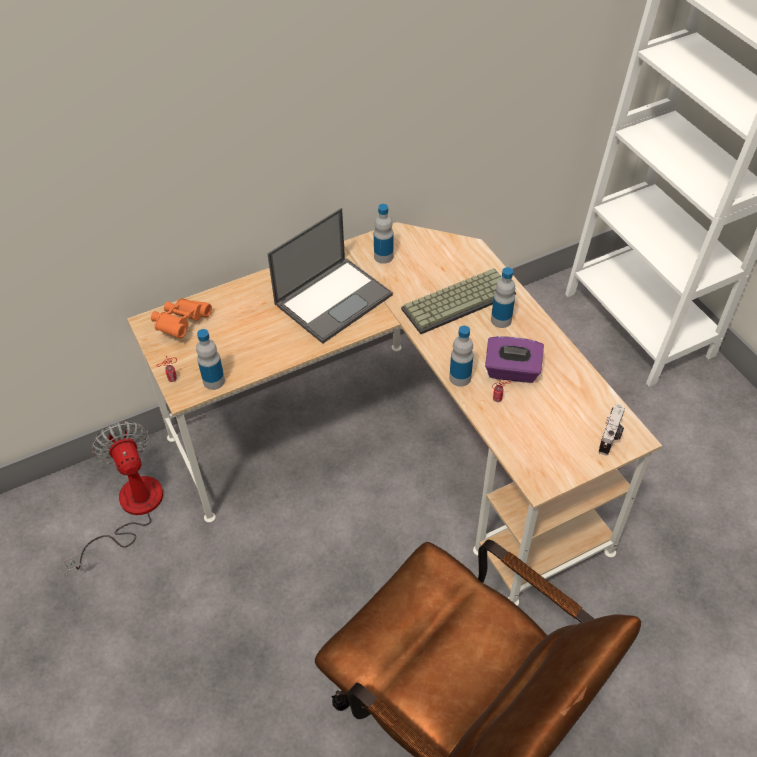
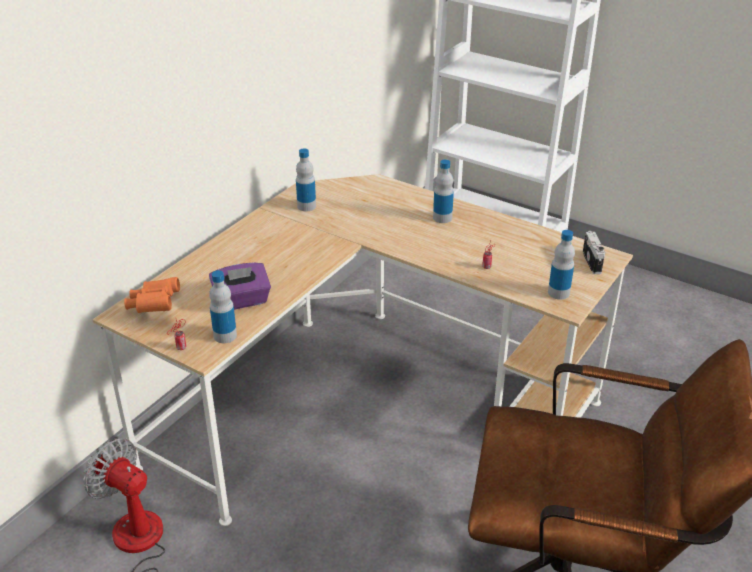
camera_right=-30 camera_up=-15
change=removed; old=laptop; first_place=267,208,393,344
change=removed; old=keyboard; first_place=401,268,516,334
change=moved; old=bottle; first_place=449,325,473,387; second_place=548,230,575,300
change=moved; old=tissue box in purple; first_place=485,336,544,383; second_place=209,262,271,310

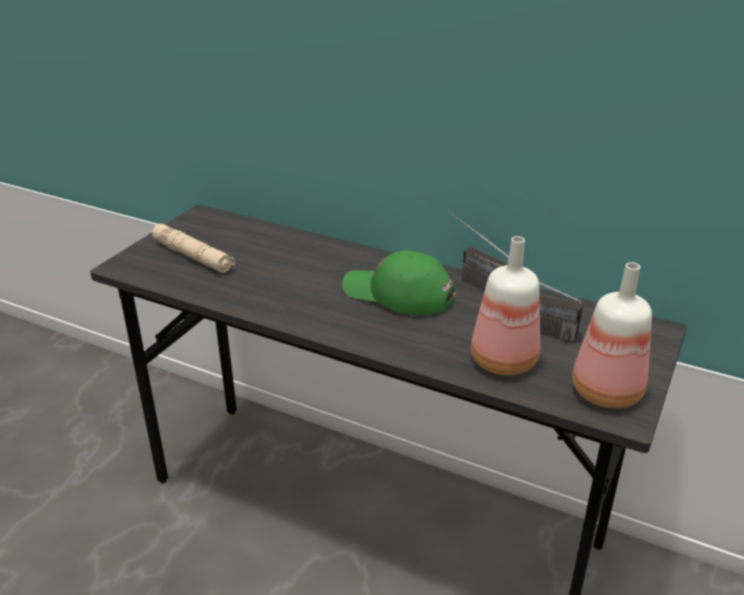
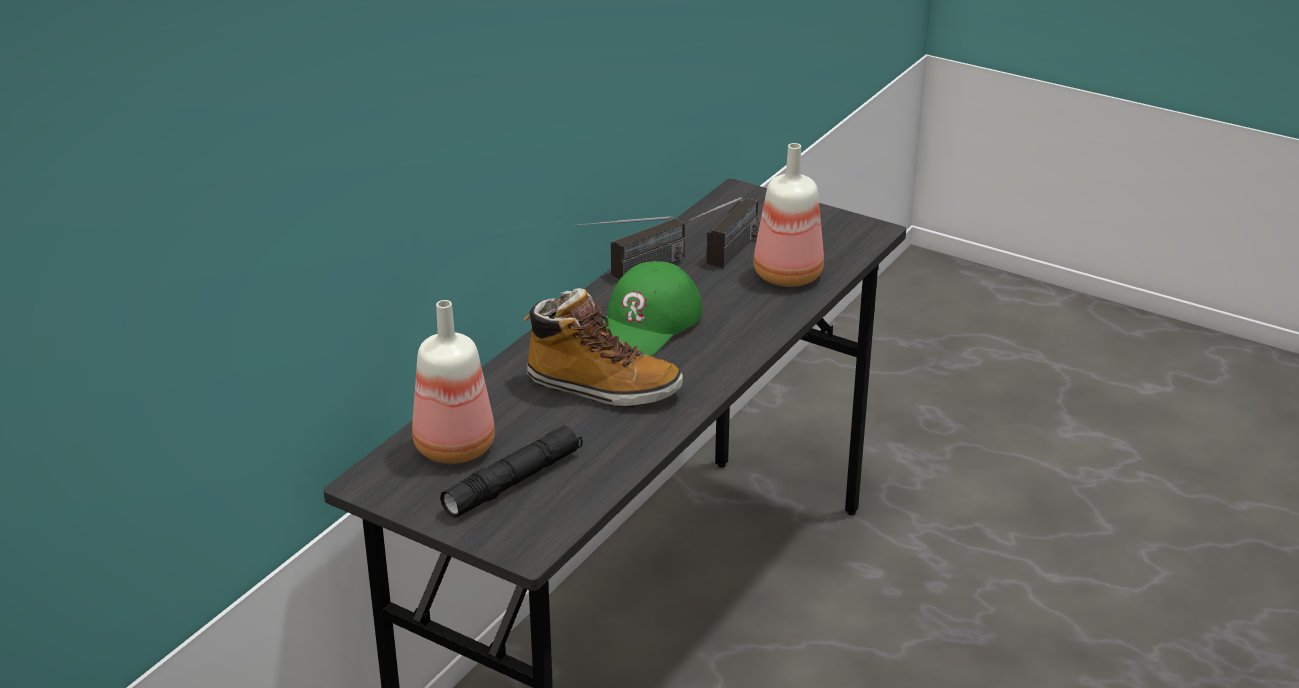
camera_right=-85 camera_up=0
change=recoloured; old=flashlight in beige; new=flashlight in black; first_place=152,223,235,273; second_place=440,425,583,518
change=moved; old=bottle; first_place=572,262,652,408; second_place=412,300,495,464
change=added; new=boot; second_place=524,288,683,408

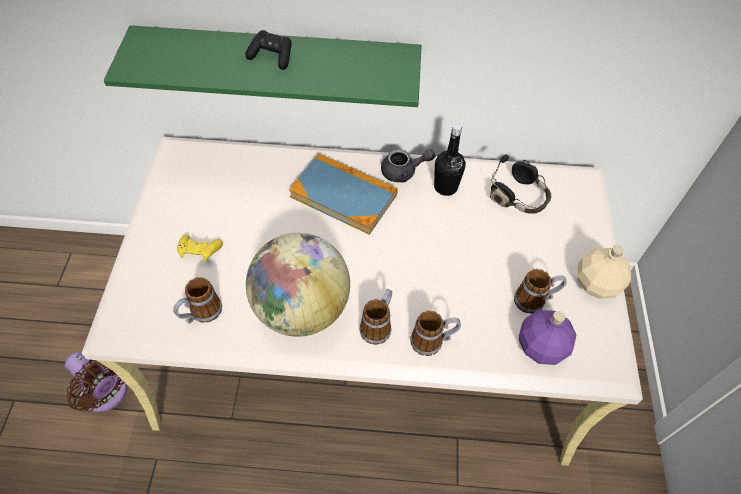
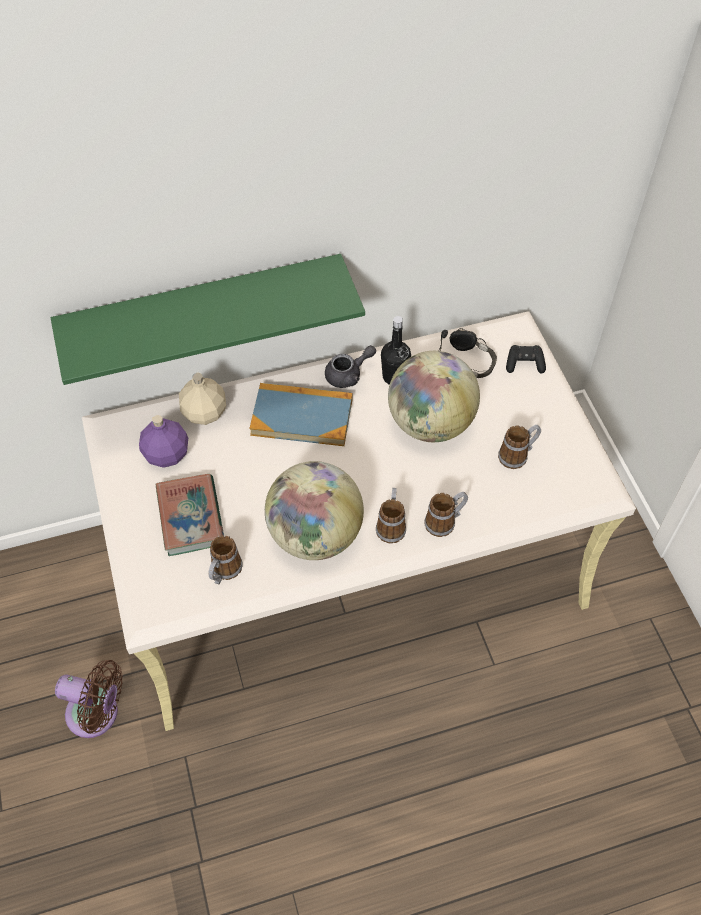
camera_right=-20 camera_up=0
change=moved; old=game controller in black; first_place=245,30,292,70; second_place=506,345,546,374
change=replaced; old=game controller in yellow; new=book; first_place=177,235,223,261; second_place=155,474,224,556
change=moved; old=bottle in beige; first_place=577,245,631,299; second_place=179,373,226,425
change=moved; old=bottle in purple; first_place=519,310,576,365; second_place=139,415,188,468
change=added; new=globe; second_place=388,351,480,442

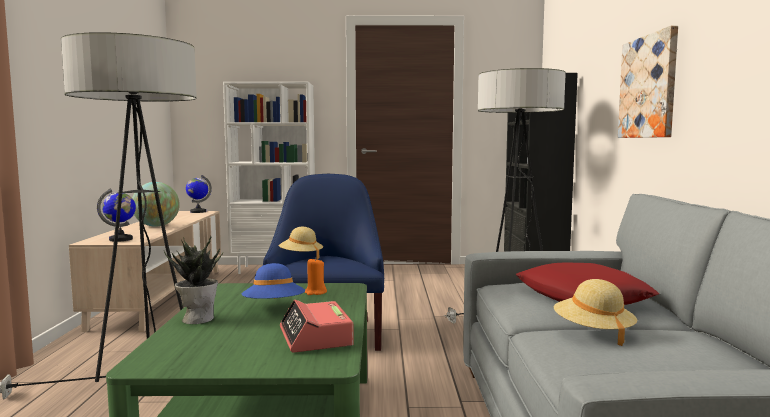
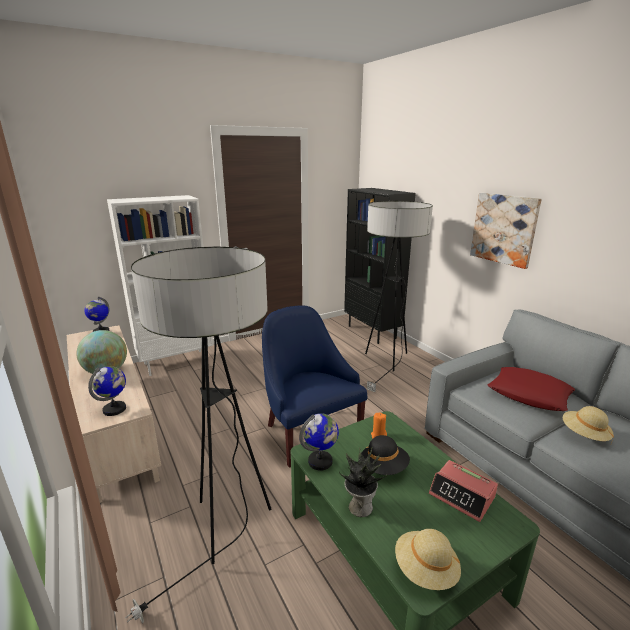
camera_right=-30 camera_up=15
change=moved; old=hat in beige; first_place=279,227,323,260; second_place=395,529,461,590
change=recoloured; old=hat in blue; new=hat in black; first_place=242,263,305,299; second_place=362,435,410,475
change=added; new=globe; second_place=299,413,339,471

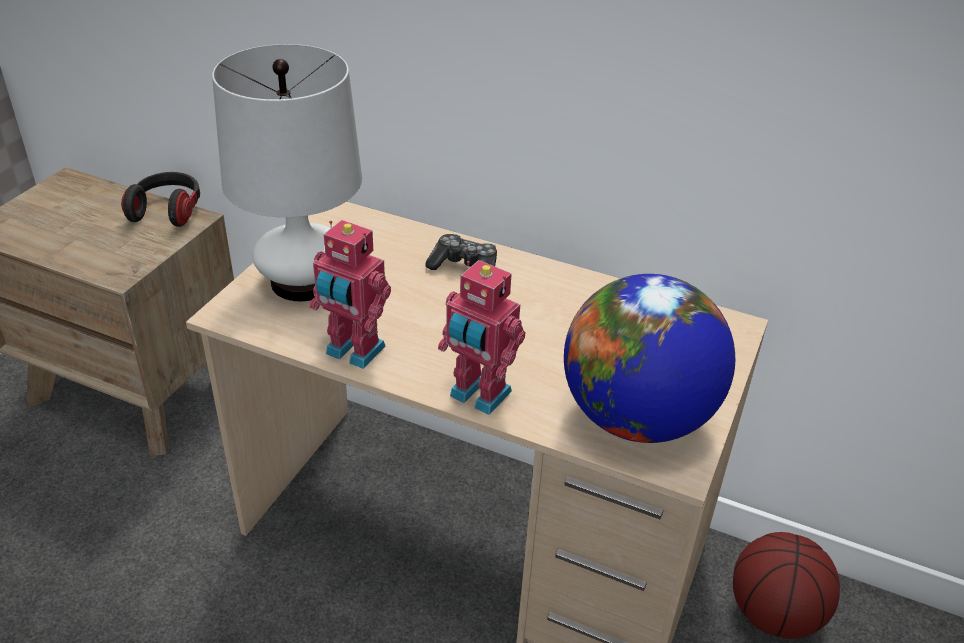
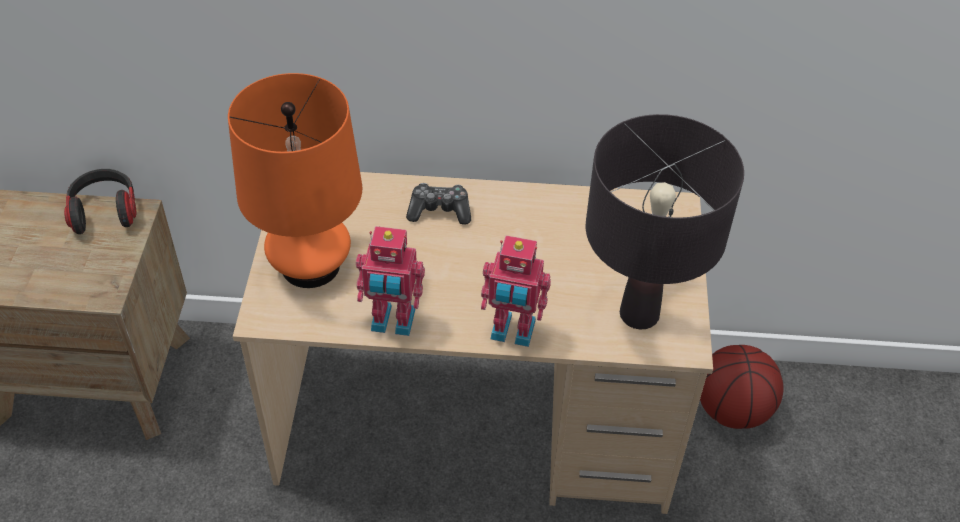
camera_right=-20 camera_up=10
change=recoloured; old=table lamp in white; new=table lamp in orange; first_place=212,44,362,301; second_place=228,73,362,288
change=replaced; old=globe; new=table lamp in black; first_place=564,274,735,443; second_place=586,114,744,329

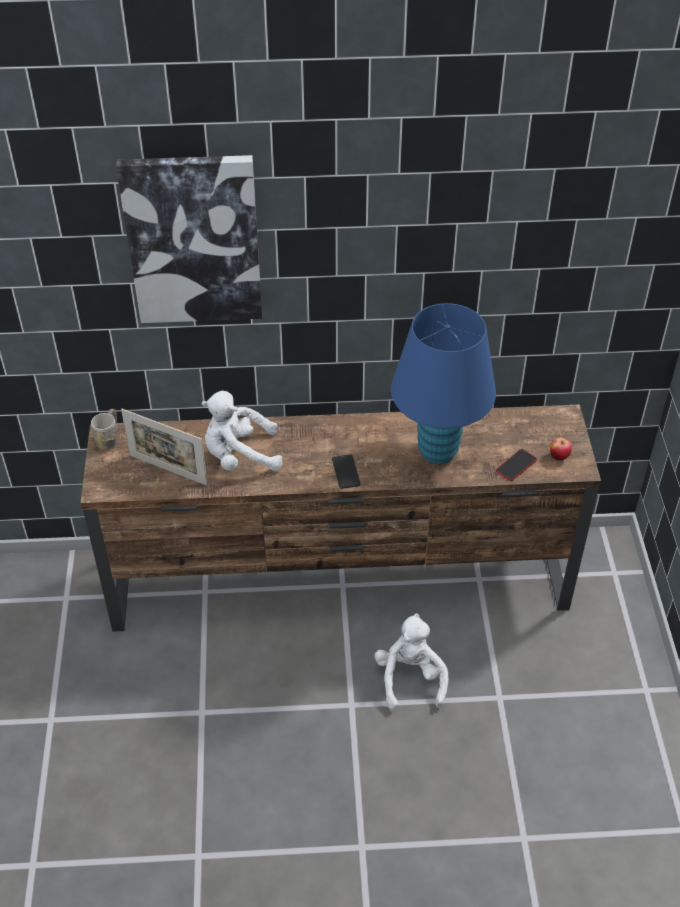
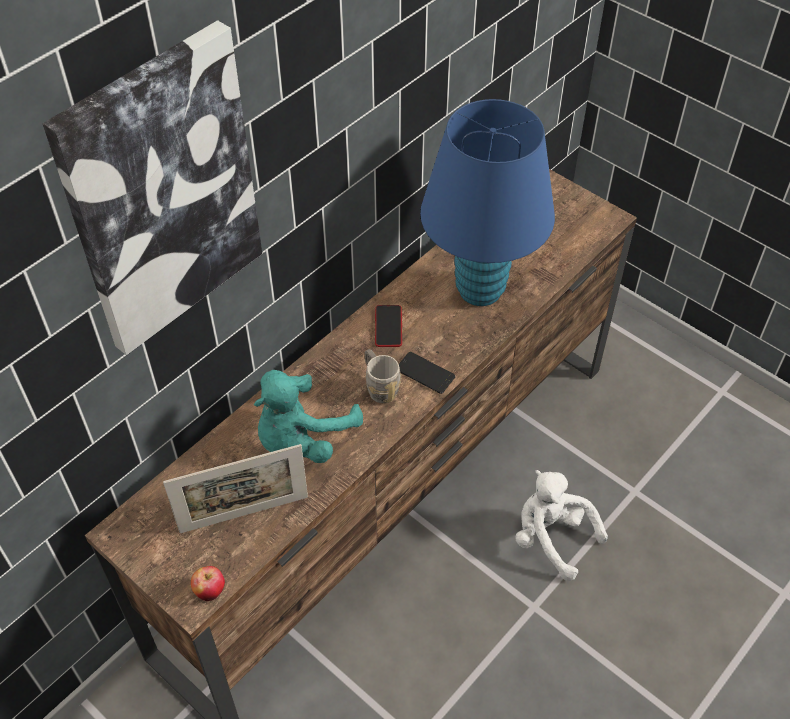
camera_right=-45 camera_up=5
change=recoloured; old=plush toy in white; new=plush toy in turquoise; first_place=201,391,283,471; second_place=253,370,363,463
change=moved; old=mug in grey; first_place=91,409,118,450; second_place=365,349,402,403
change=moved; old=apple; first_place=550,437,572,461; second_place=191,566,225,601
change=moved; old=phone; first_place=496,449,537,481; second_place=375,305,402,347

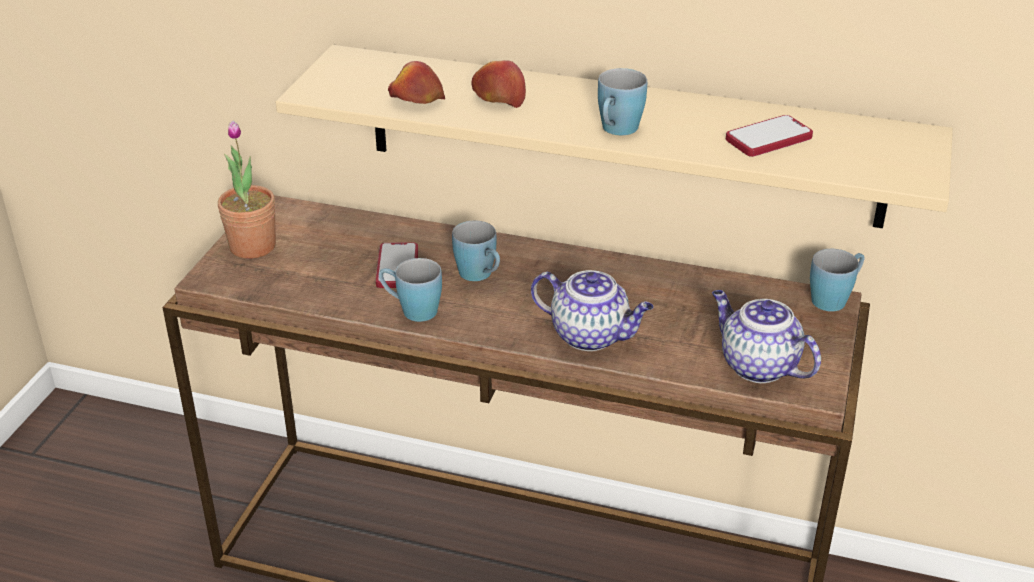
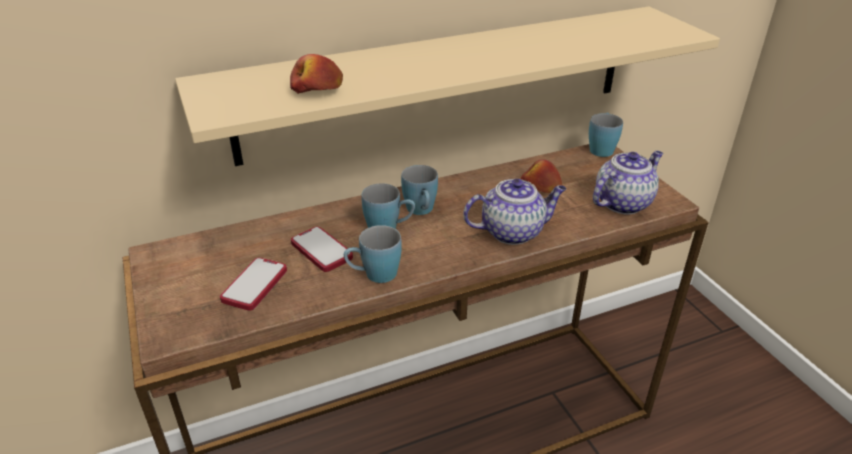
camera_right=-40 camera_up=0
change=moved; old=apple; first_place=471,60,526,108; second_place=521,159,562,193
change=moved; old=mug in blue; first_place=598,68,647,135; second_place=401,165,438,215
change=moved; old=phone; first_place=726,115,813,157; second_place=220,258,287,311
change=removed; old=potted plant; first_place=218,121,276,259
change=turned; old=teapot; first_place=712,290,821,383; second_place=593,151,663,215; degrees=135

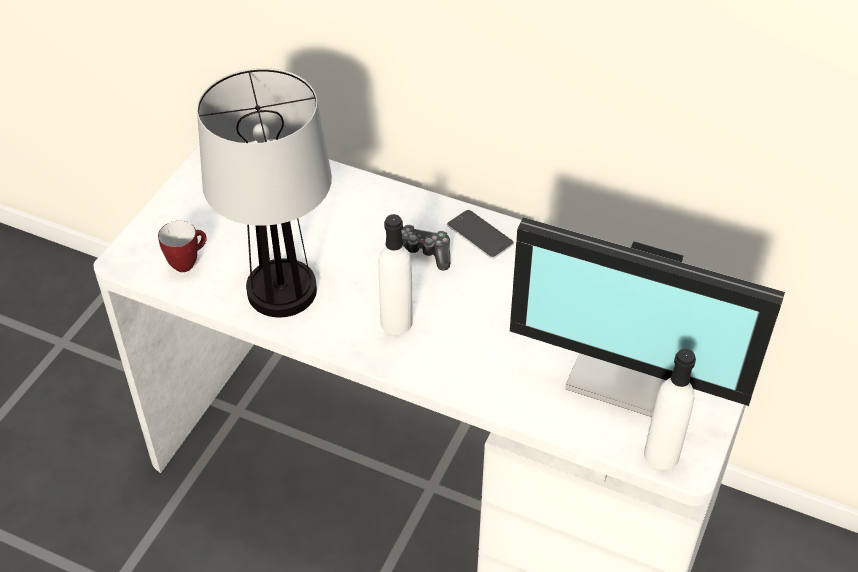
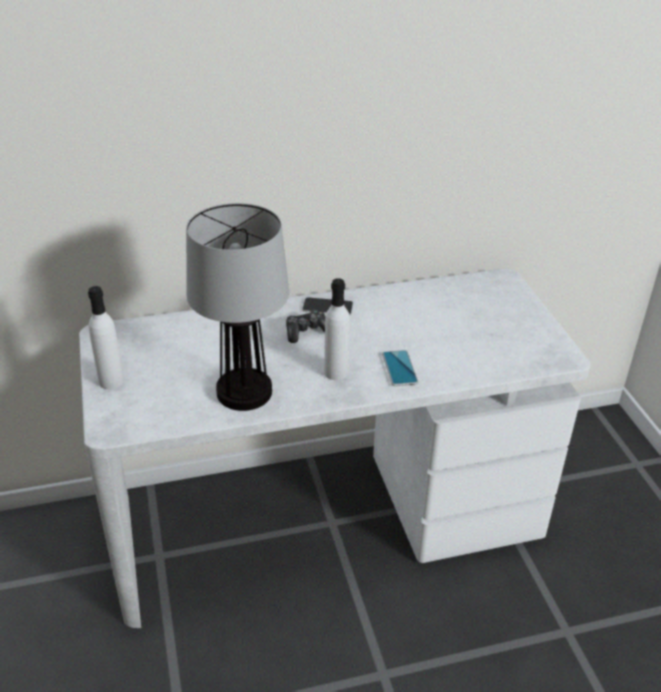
camera_right=-40 camera_up=-10
change=removed; old=monitor; first_place=510,217,785,417
change=removed; old=mug; first_place=158,221,207,272
change=moved; old=bottle in white; first_place=644,349,696,470; second_place=88,286,124,390
change=added; new=phone; second_place=382,350,419,386

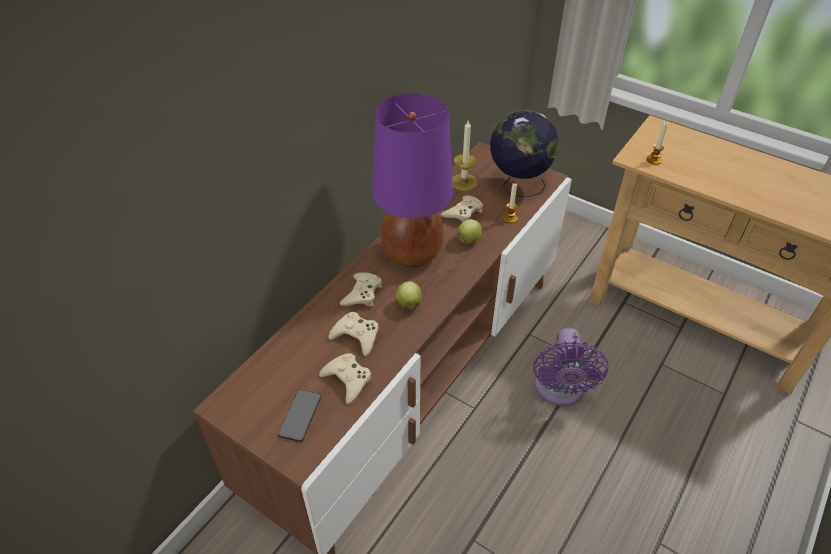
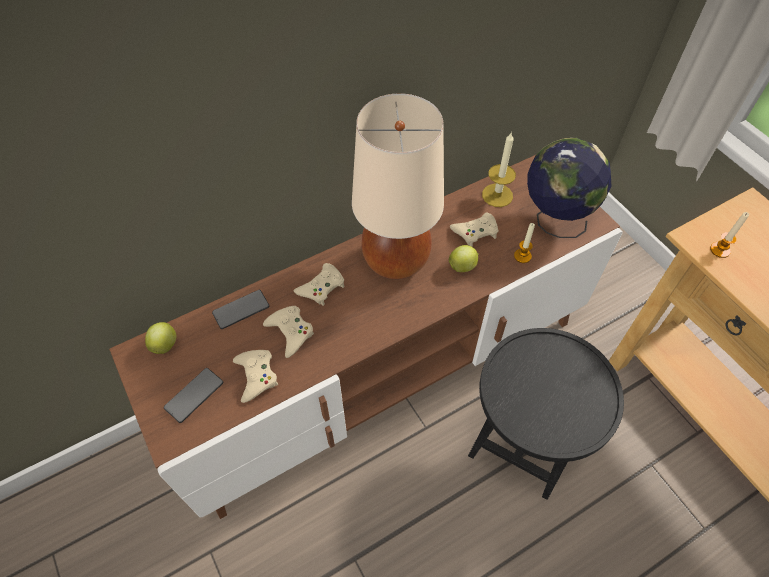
camera_right=25 camera_up=10
change=recoloured; old=table lamp in purple; new=table lamp in beige; first_place=372,93,453,267; second_place=352,93,444,279
change=moved; old=apple; first_place=396,281,422,310; second_place=145,322,176,354
change=replaced; old=fan in purple; new=side table in black; first_place=533,328,609,406; second_place=468,328,624,500
change=added; new=phone; second_place=212,290,269,329

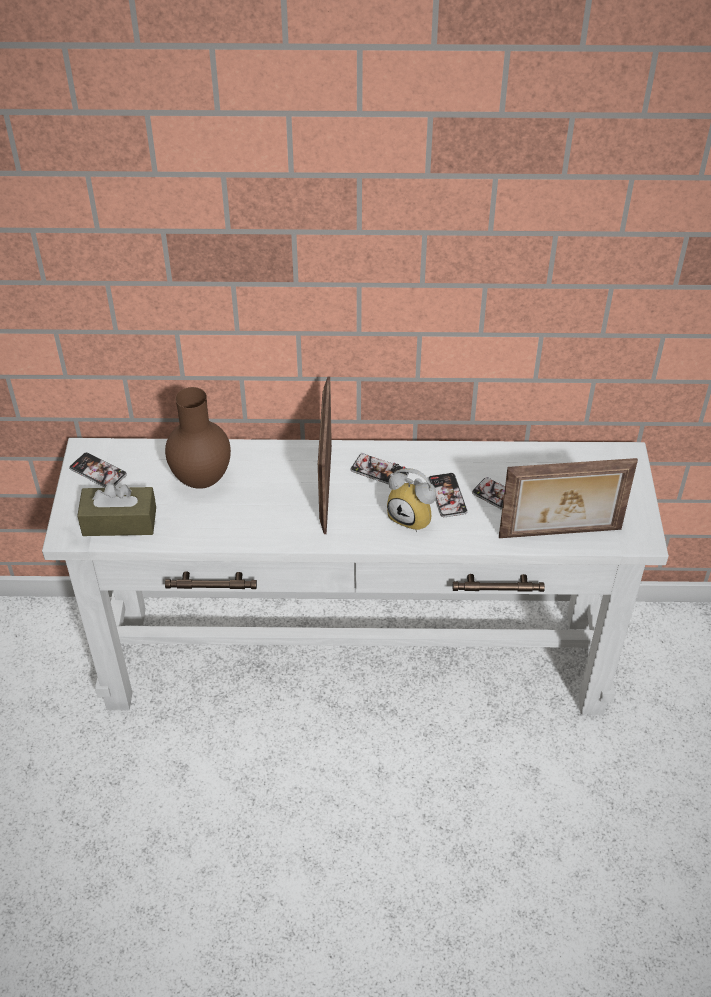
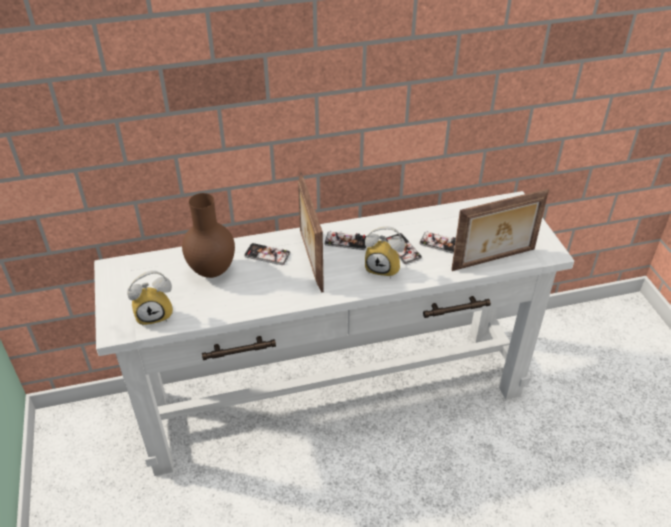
camera_right=-15 camera_up=-5
change=moved; old=phone; first_place=69,453,127,488; second_place=244,243,291,265
change=replaced; old=tissue box in brown; new=alarm clock; first_place=77,482,156,536; second_place=127,271,173,326

